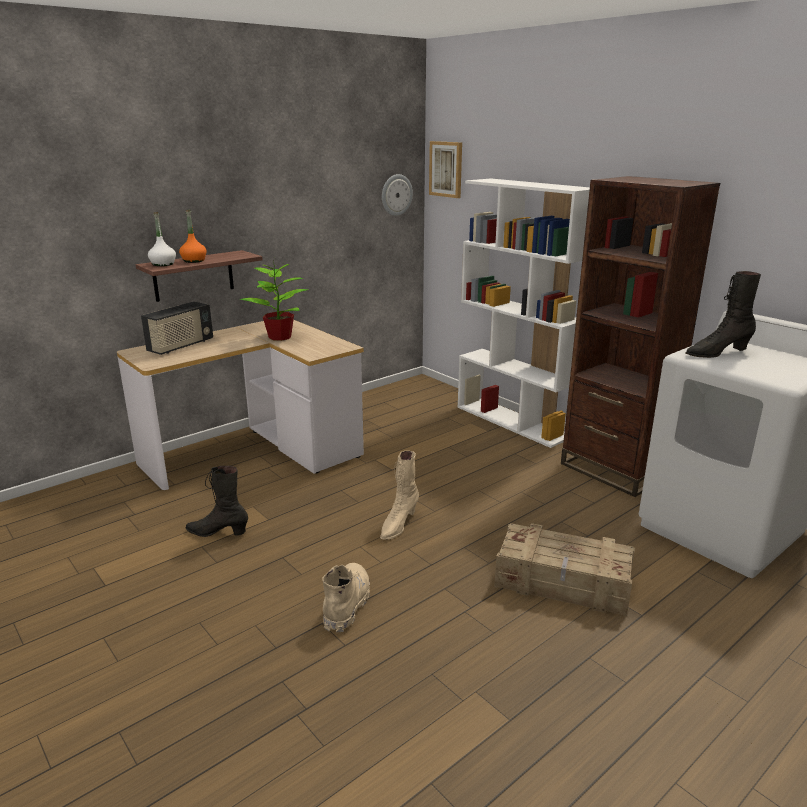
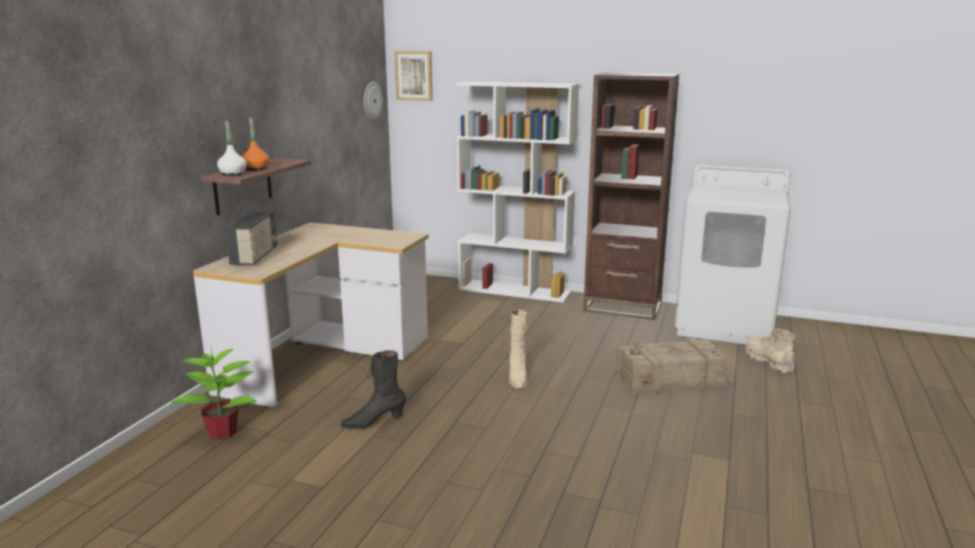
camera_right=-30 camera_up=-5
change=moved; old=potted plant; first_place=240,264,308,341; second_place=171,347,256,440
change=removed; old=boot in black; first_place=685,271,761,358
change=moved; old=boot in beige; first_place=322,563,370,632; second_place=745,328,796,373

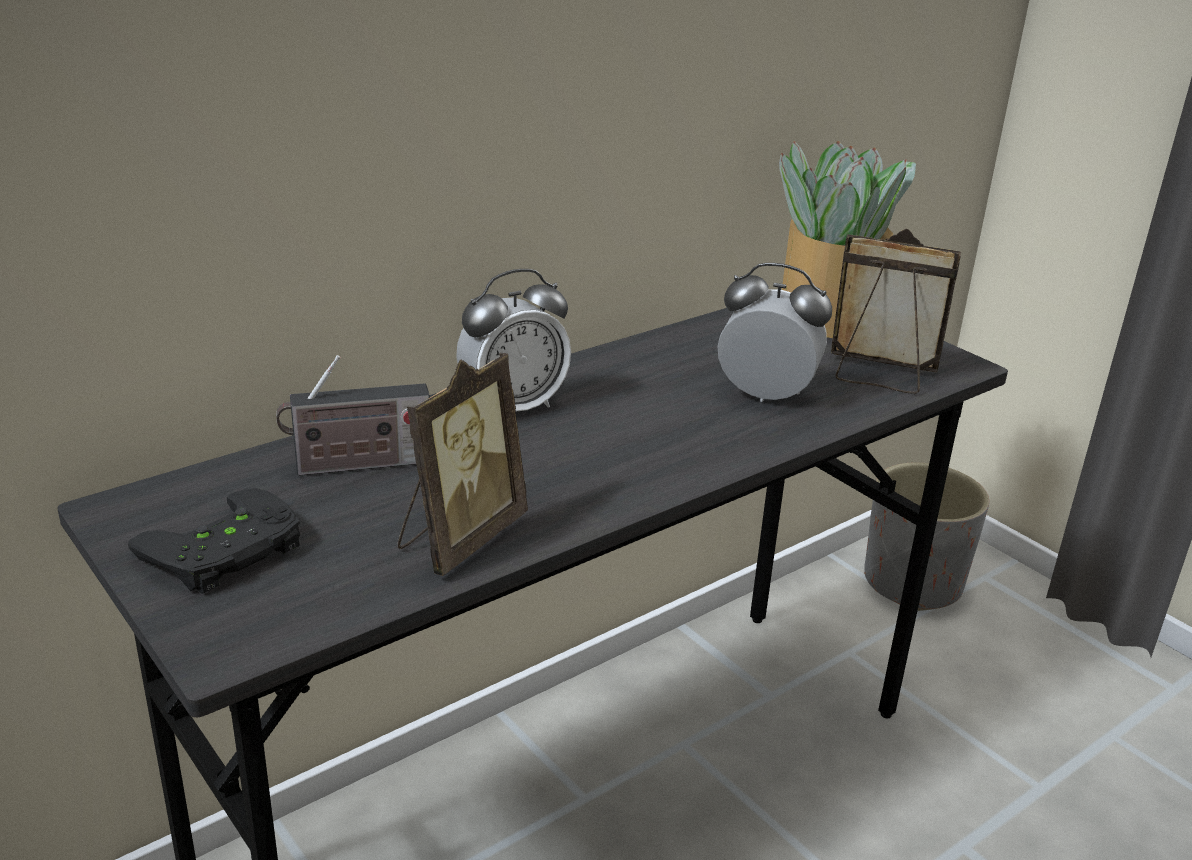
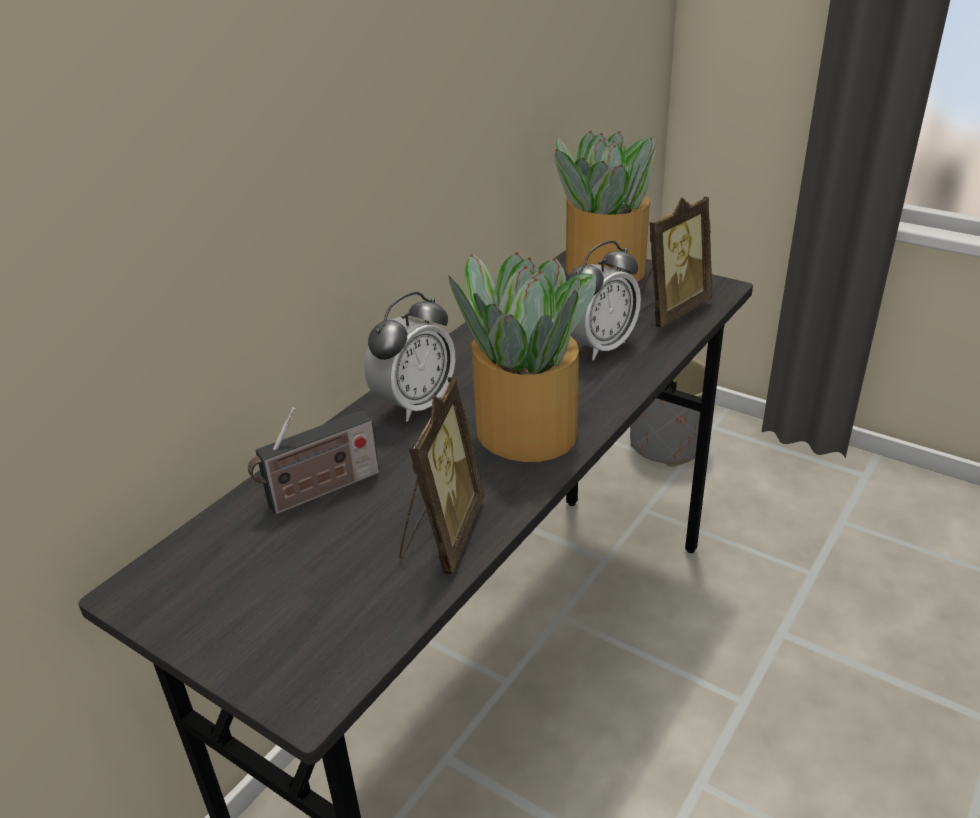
camera_right=-15 camera_up=5
change=turned; old=picture frame; first_place=831,228,961,394; second_place=639,197,712,328; degrees=135
change=turned; old=alarm clock; first_place=718,263,832,402; second_place=567,241,641,360; degrees=135
change=removed; old=game controller in black; first_place=128,488,300,594
change=added; new=potted plant; second_place=448,252,596,462

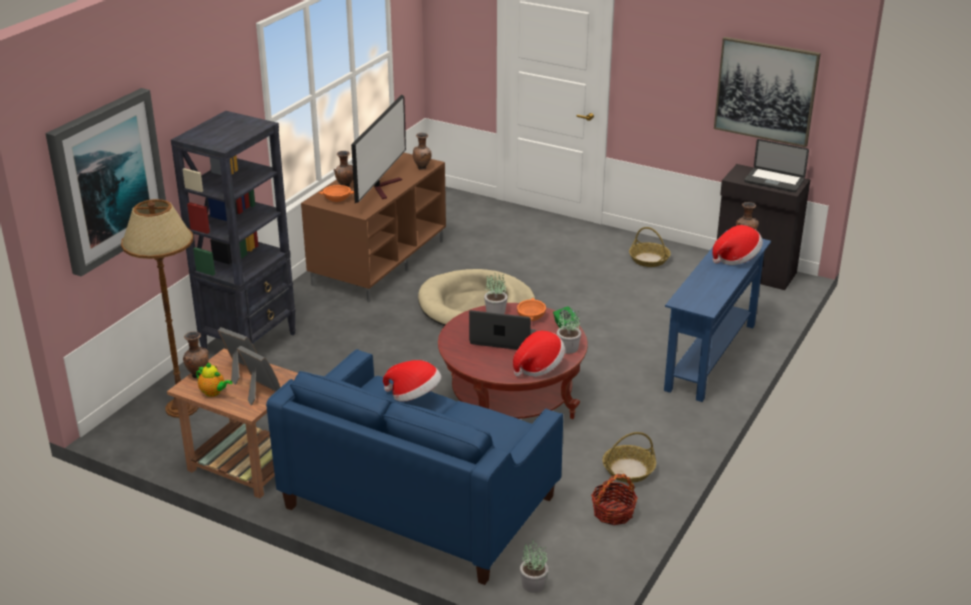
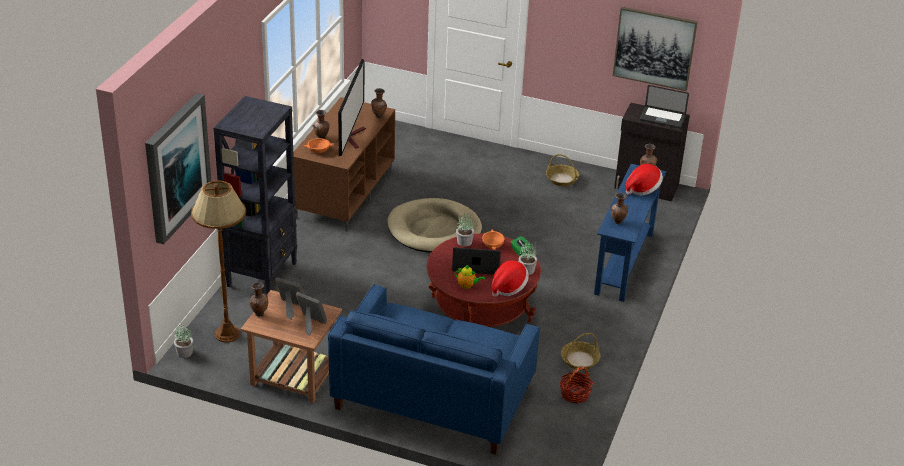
camera_right=-10 camera_up=5
change=removed; old=hat; first_place=383,360,441,402
change=moved; old=teapot; first_place=196,362,233,397; second_place=455,265,485,289
change=moved; old=potted plant; first_place=520,541,549,593; second_place=174,323,193,358
change=added; new=vase in brown; second_place=610,193,628,224

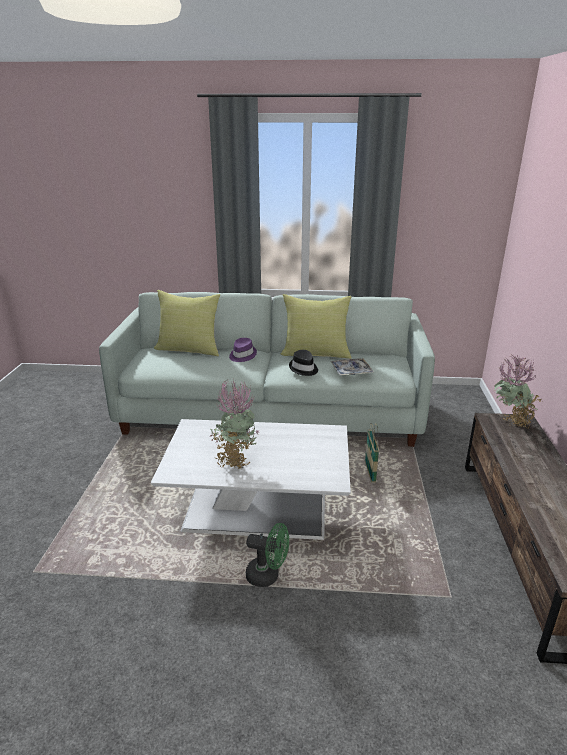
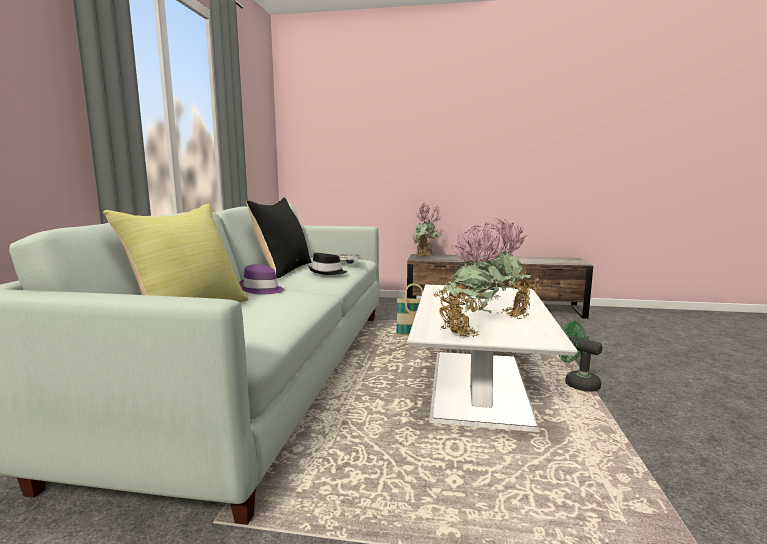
camera_right=-85 camera_up=-15
change=recoloured; old=pillow in yellow; new=pillow in black; first_place=281,294,352,359; second_place=246,197,311,278
change=turned; old=fan in green; first_place=246,523,289,587; second_place=558,321,602,392; degrees=-60
change=added; new=potted plant; second_place=432,224,503,338

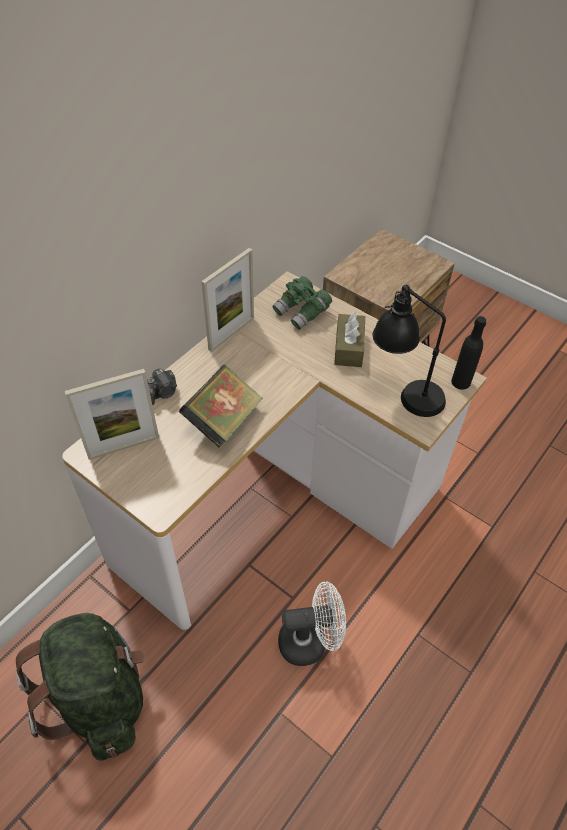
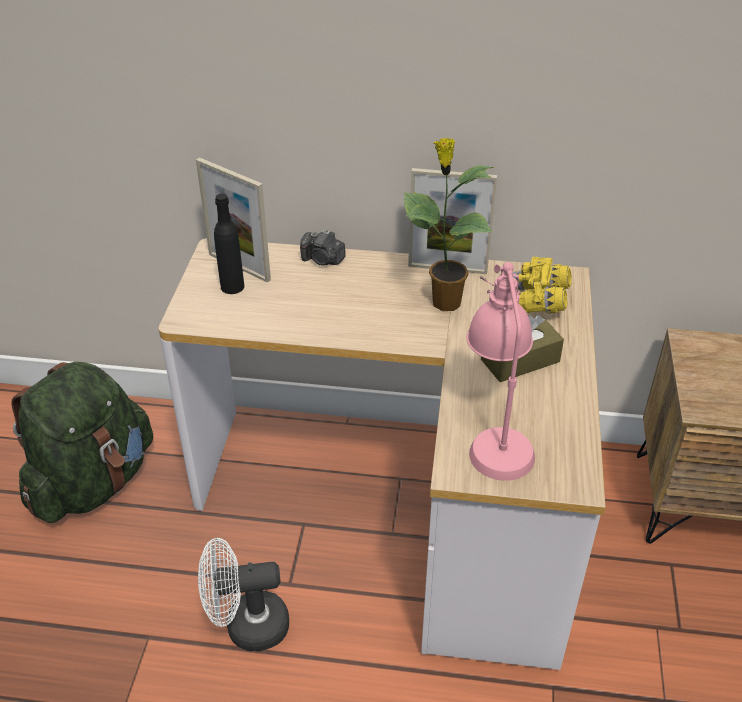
camera_right=60 camera_up=-10
change=recoloured; old=binoculars in green; new=binoculars in yellow; first_place=272,276,332,330; second_place=513,257,572,313
change=recoloured; old=table lamp in black; new=table lamp in pink; first_place=373,285,446,417; second_place=467,262,535,481
change=moved; old=bottle in black; first_place=451,316,486,390; second_place=214,194,244,294
change=removed; old=book; first_place=179,365,263,448
change=turned; old=fan in white; first_place=278,581,346,666; second_place=198,538,289,651; degrees=120
change=added; new=potted plant; second_place=403,138,495,311

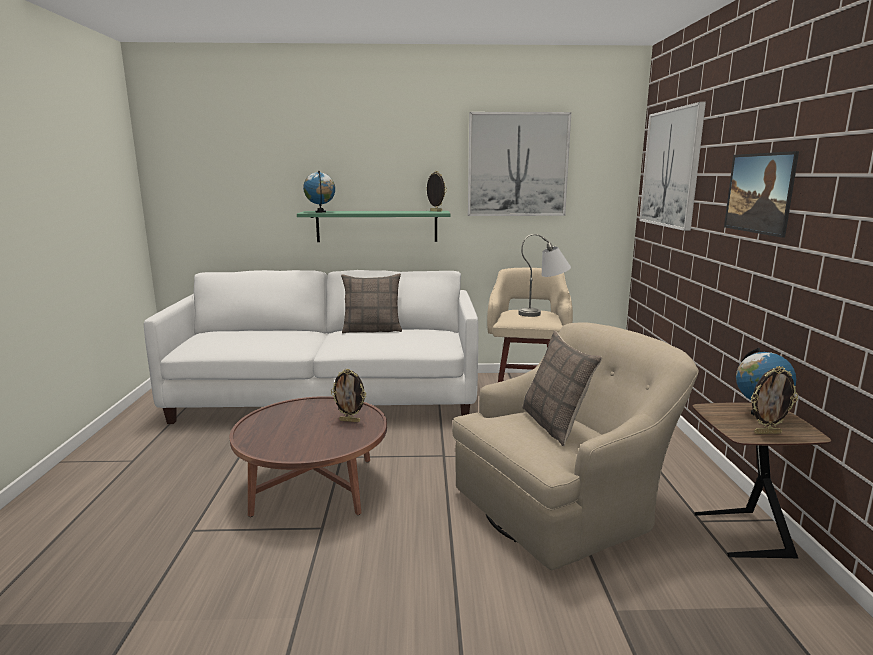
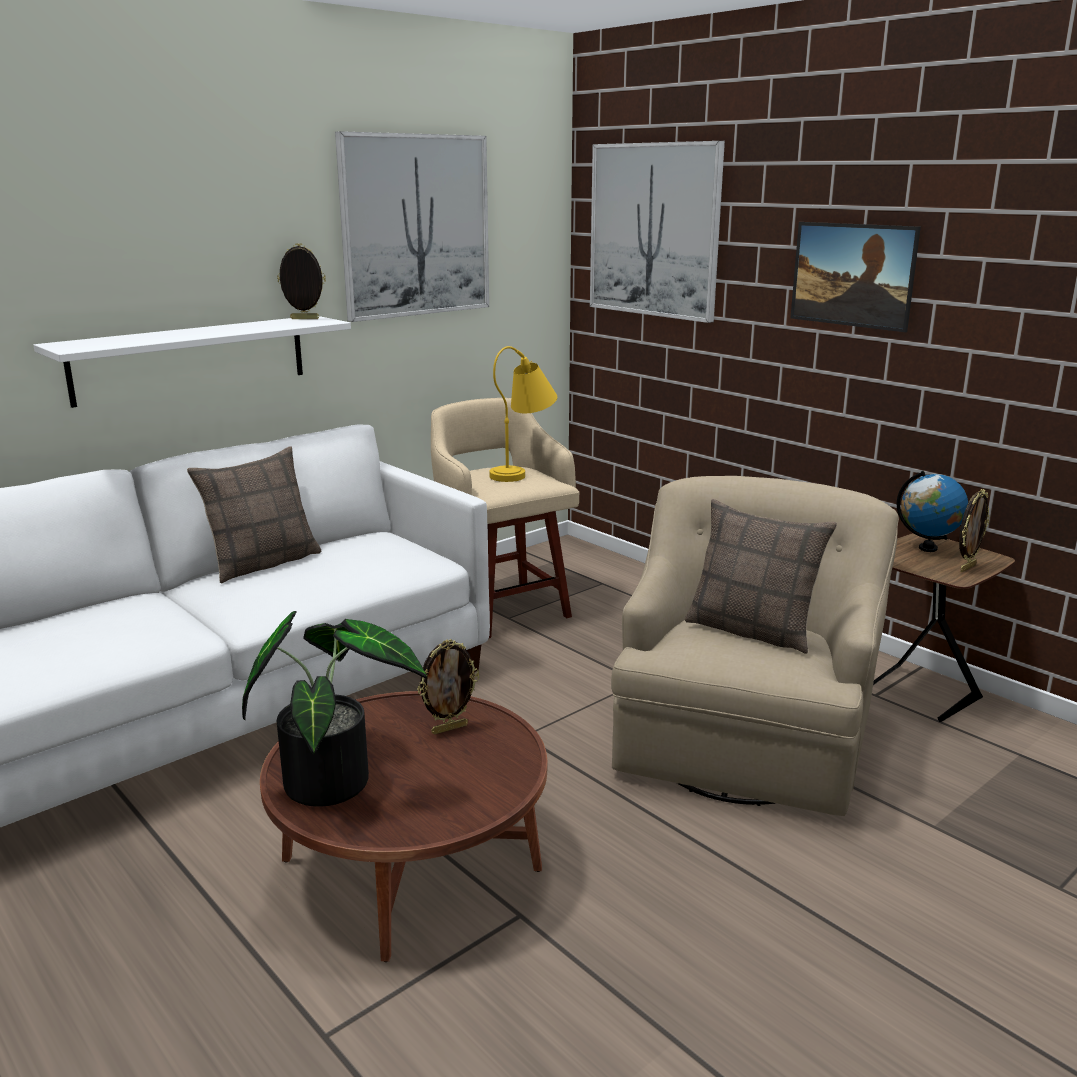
camera_right=-40 camera_up=5
change=removed; old=globe; first_place=303,171,335,212
change=recoloured; old=shelf in green; new=shelf in white; first_place=297,211,451,242; second_place=33,316,351,408
change=recoloured; old=table lamp in grey; new=table lamp in yellow; first_place=518,234,571,317; second_place=489,346,557,482
change=added; new=potted plant; second_place=242,611,427,807

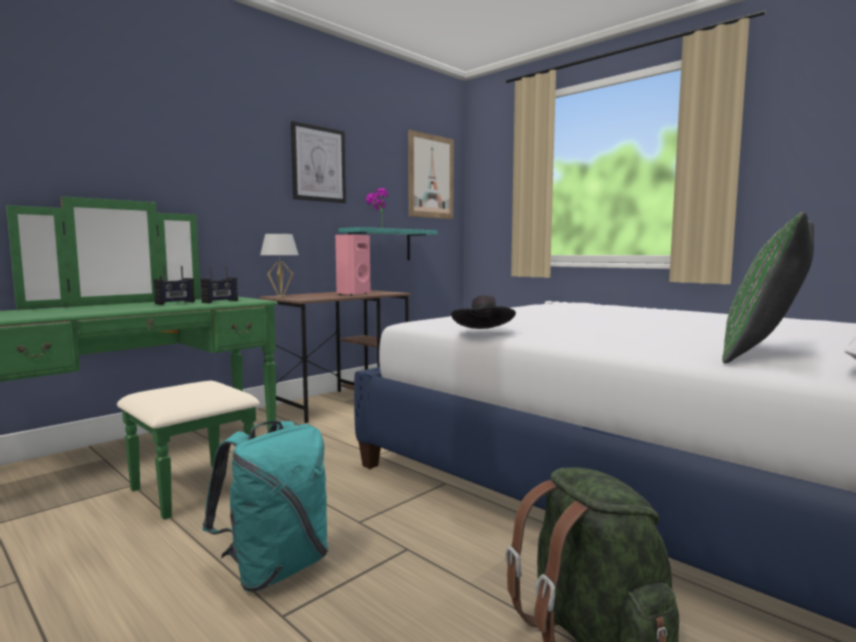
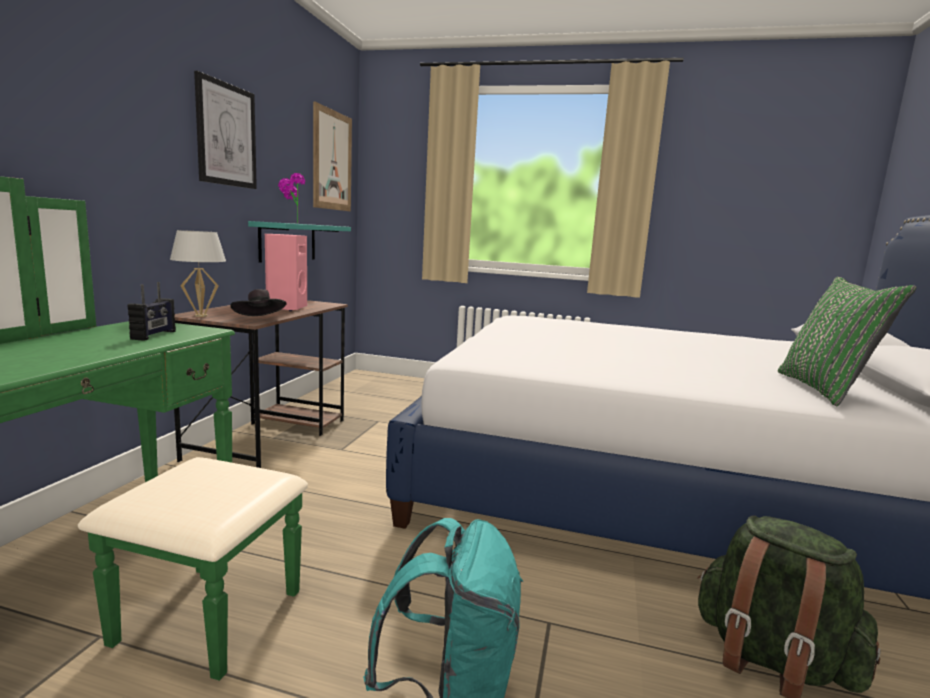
camera_right=-30 camera_up=5
change=removed; old=radio; first_place=153,266,195,305
change=moved; old=hat in black; first_place=451,295,516,329; second_place=230,289,287,316

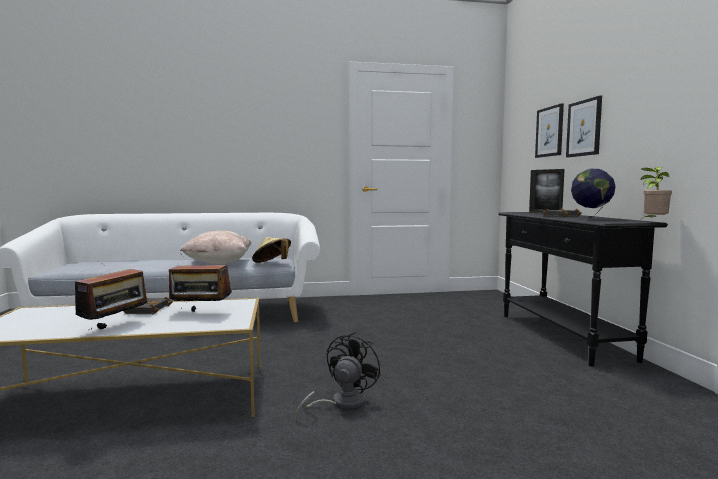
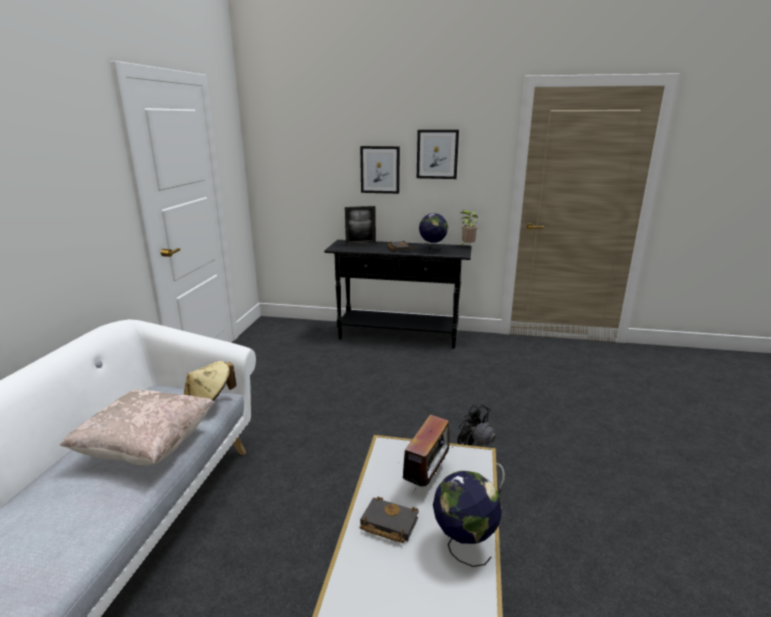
camera_right=-70 camera_up=15
change=moved; old=picture; first_place=535,103,564,158; second_place=417,130,459,179
change=replaced; old=radio; new=globe; first_place=75,269,151,330; second_place=433,471,502,567

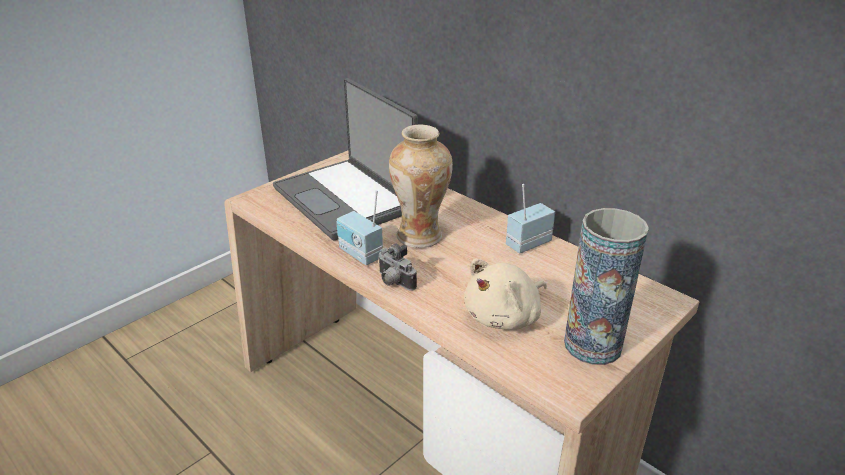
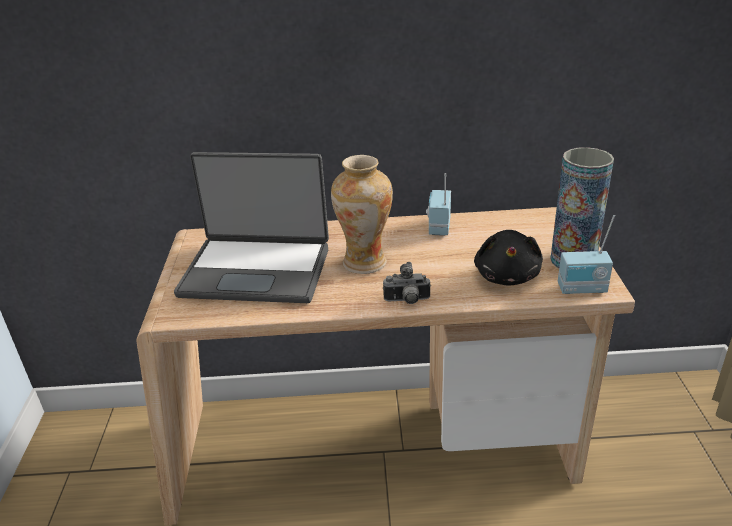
camera_right=-45 camera_up=0
change=moved; old=radio; first_place=337,190,383,265; second_place=558,215,615,294
change=recoloured; old=plush toy in beige; new=plush toy in black; first_place=464,259,547,330; second_place=474,230,543,286

